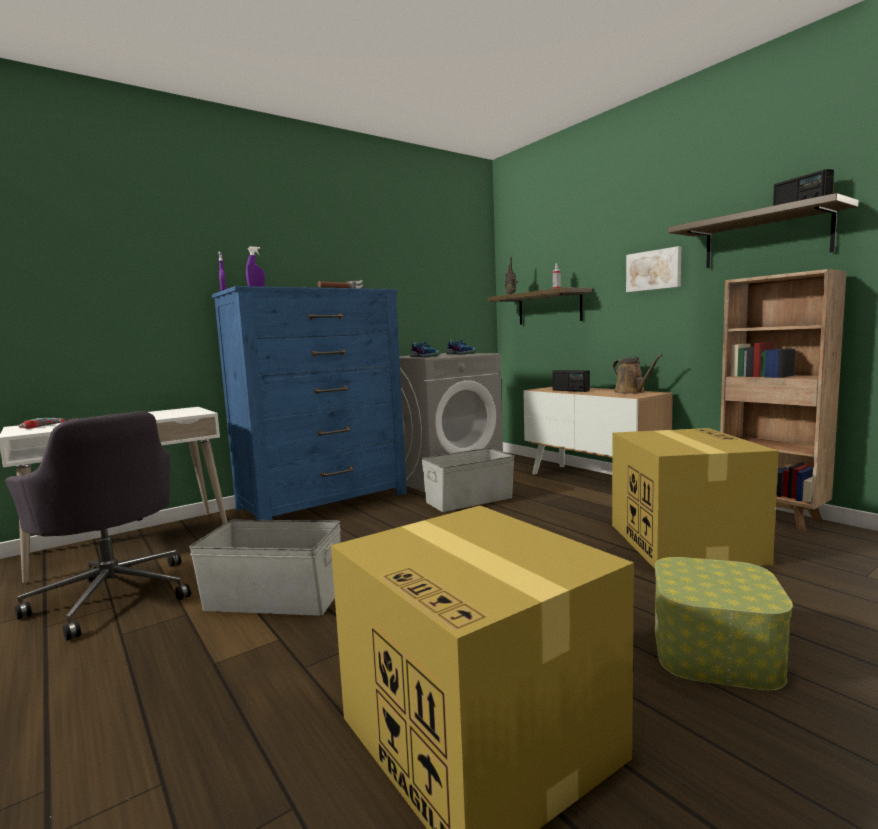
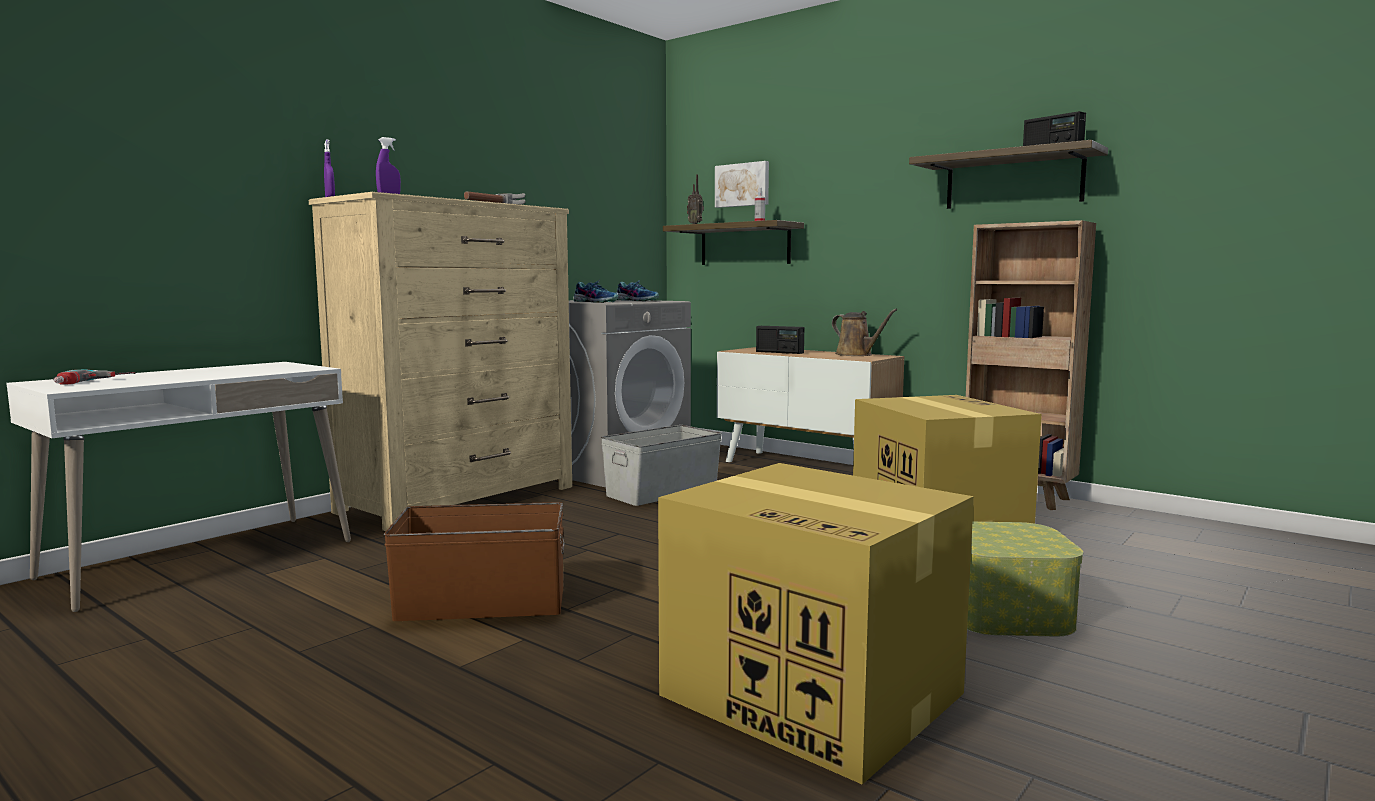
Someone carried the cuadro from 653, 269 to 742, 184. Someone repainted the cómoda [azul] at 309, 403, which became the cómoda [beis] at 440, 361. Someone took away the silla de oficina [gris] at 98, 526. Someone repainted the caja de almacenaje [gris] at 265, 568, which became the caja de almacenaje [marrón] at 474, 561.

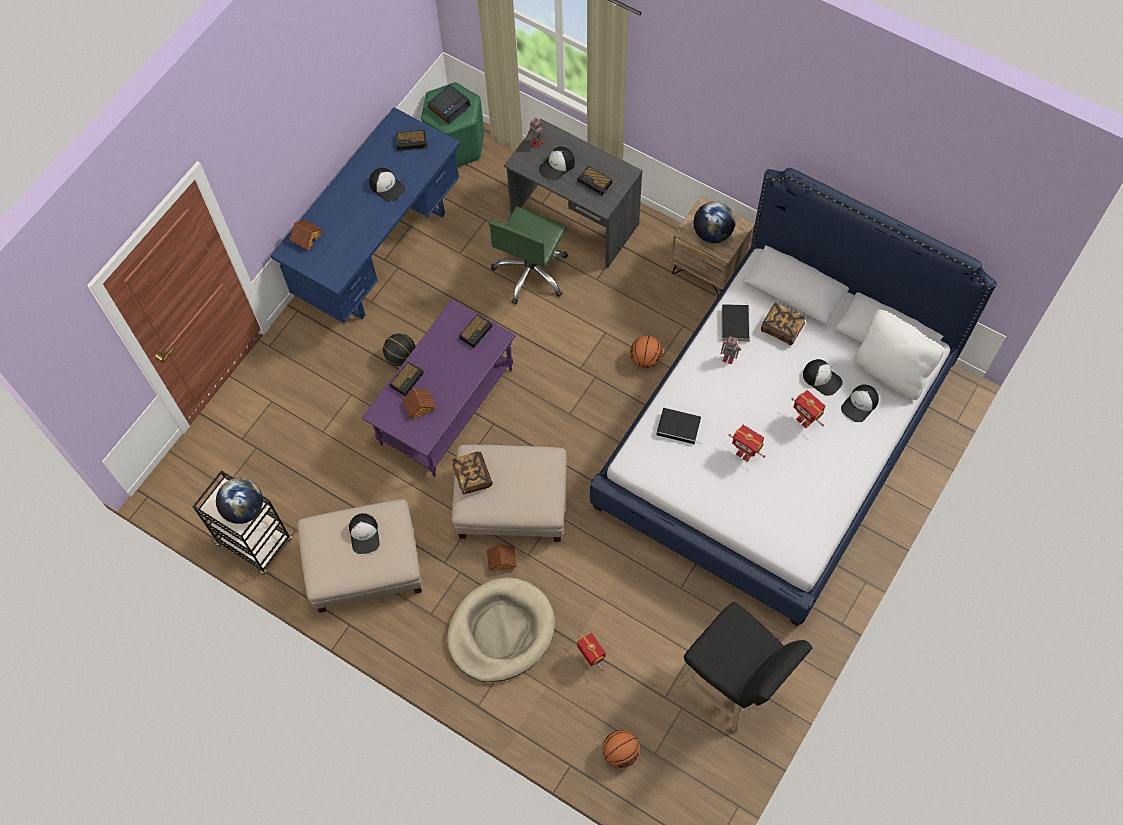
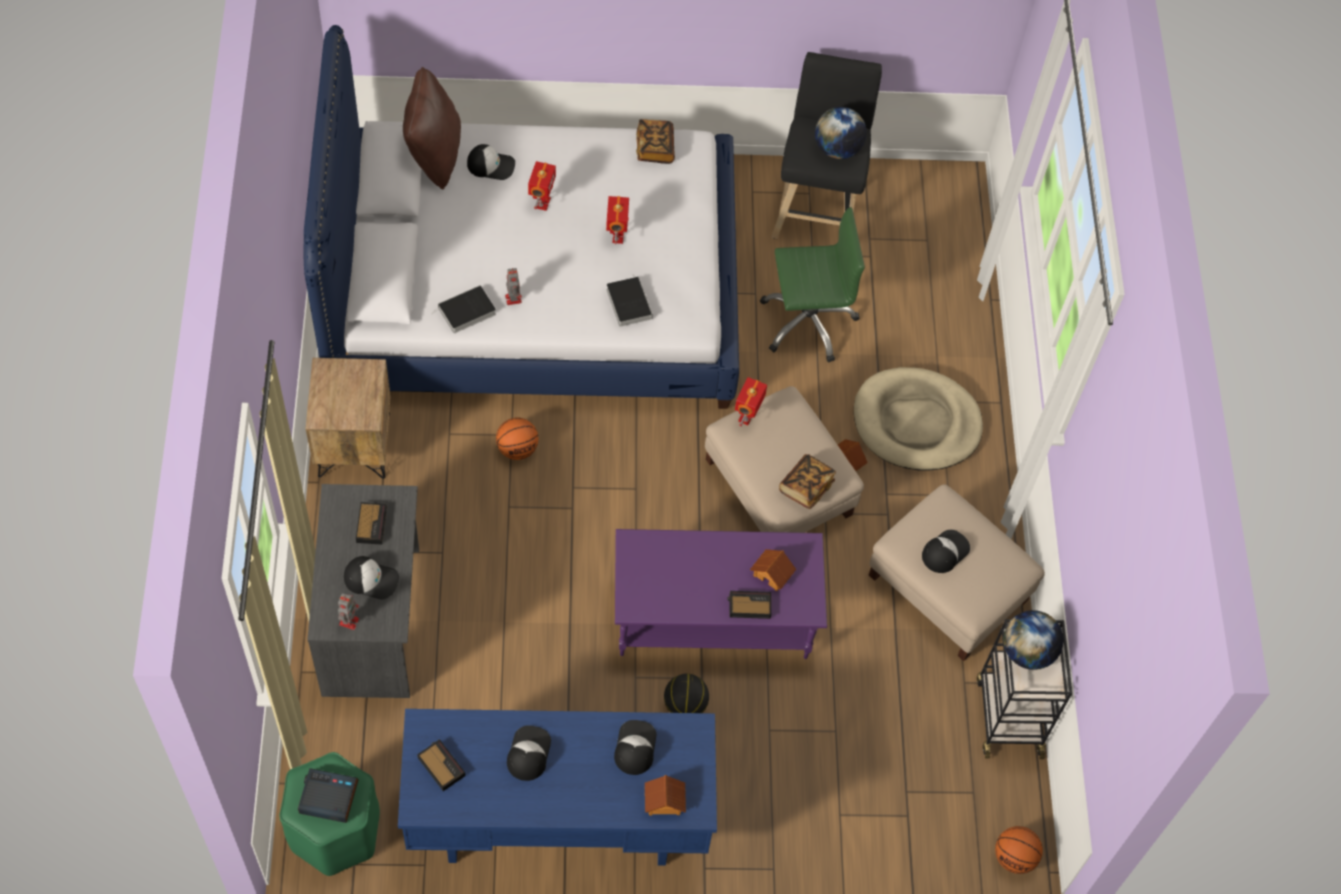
Someone carried the globo terráqueo from 714, 222 to 841, 133. Someone carried the silla de oficina [verde] from 528, 255 to 812, 284. Someone carried the libro from 783, 324 to 655, 141. Someone repainted the cojín [blanco] at 898, 355, which became the cojín [marrón] at 432, 128. Someone took away the despertador at 476, 331. Someone carried the gorra from 823, 377 to 635, 747. Someone carried the robot de juguete from 591, 652 to 751, 401. Someone carried the balón de baloncesto from 620, 749 to 1019, 850.

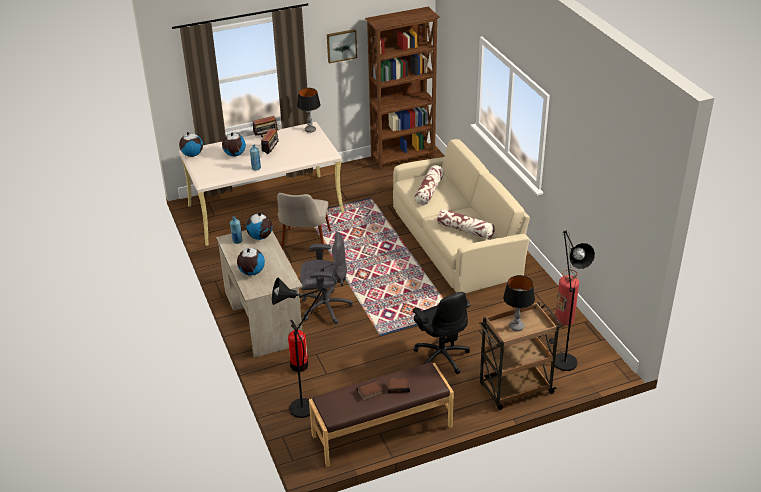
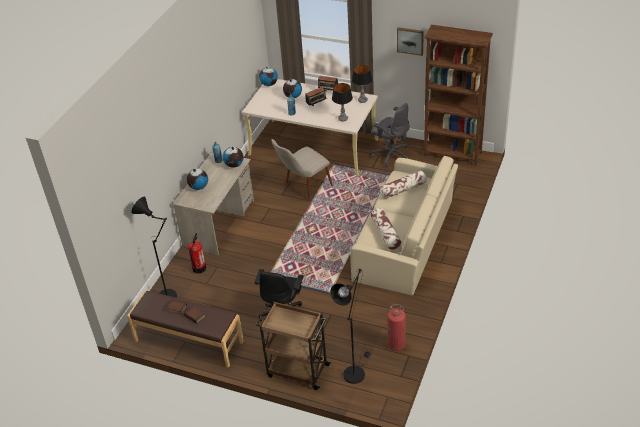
Someone carried the silla de oficina [gris] from 326, 278 to 390, 135. Someone carried the lámpara de mesa from 519, 303 to 342, 102.

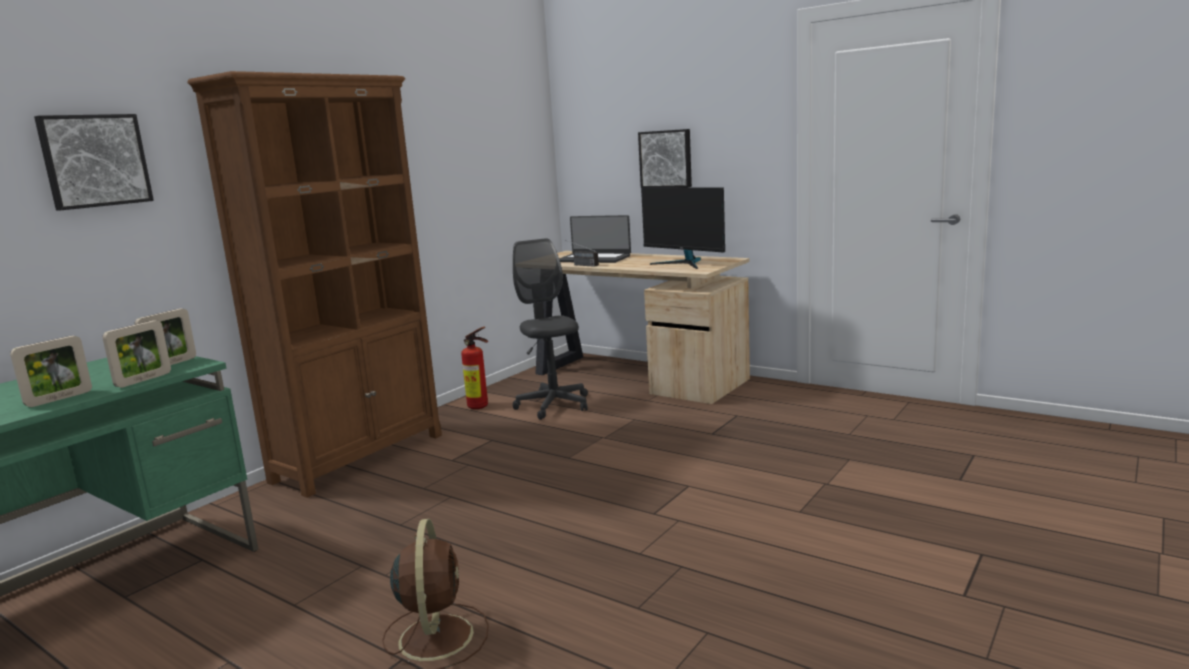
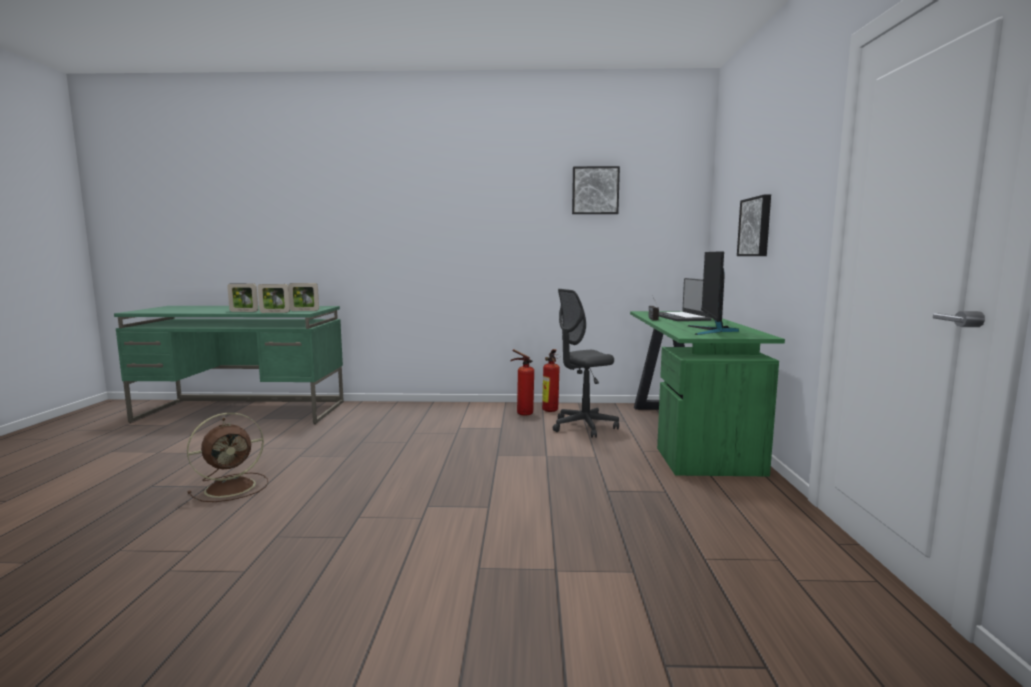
Someone took away the estantería [marrón] at 314, 284. Someone carried the cuadro from 94, 162 to 596, 190. Someone rotated the silla de oficina [gris] at 550, 329 by 150 degrees counterclockwise. Someone repainted the escritorio [beis] at 642, 327, which became the escritorio [verde] at 707, 394. Someone put down the extintor at 522, 382.

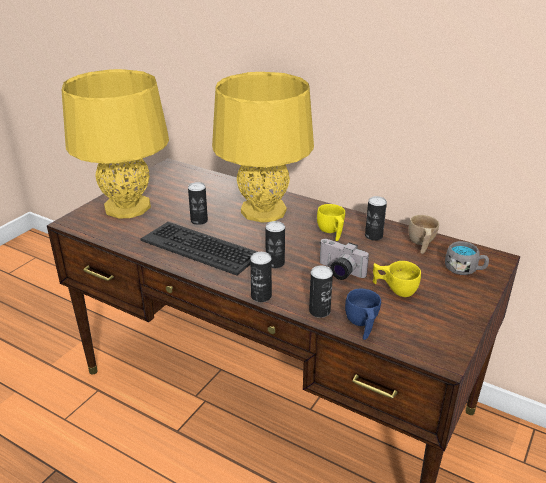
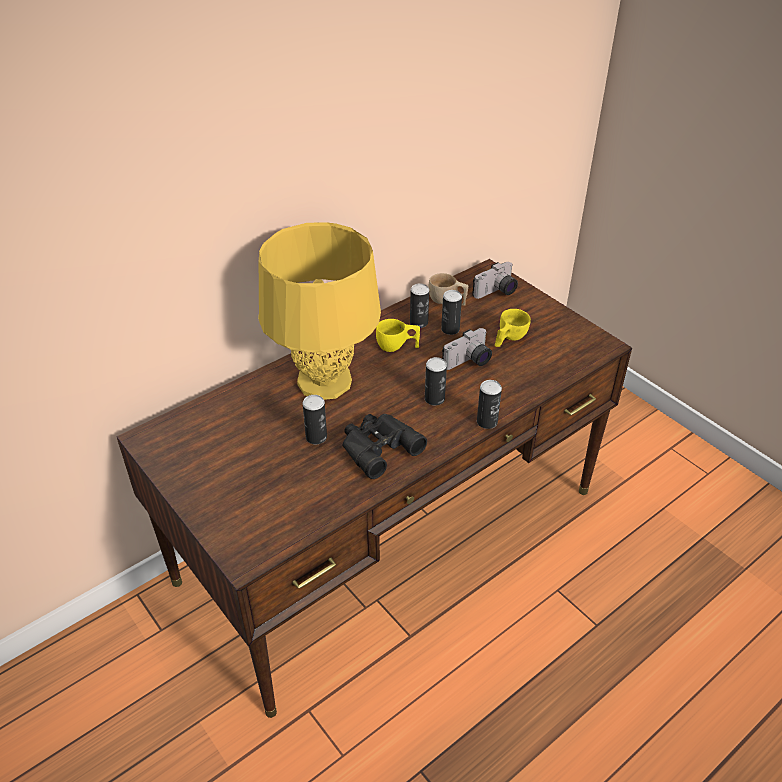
Someone took away the lámpara de mesa [amarillo] at 115, 144. Someone swapped the teclado at 199, 248 for the prismáticos [negro] at 384, 446. Someone swapped the taza grande [gris] at 467, 258 for the cámara at 495, 280. Someone carried the lata from 321, 291 to 451, 312. Someone took away the taza [azul] at 363, 314.

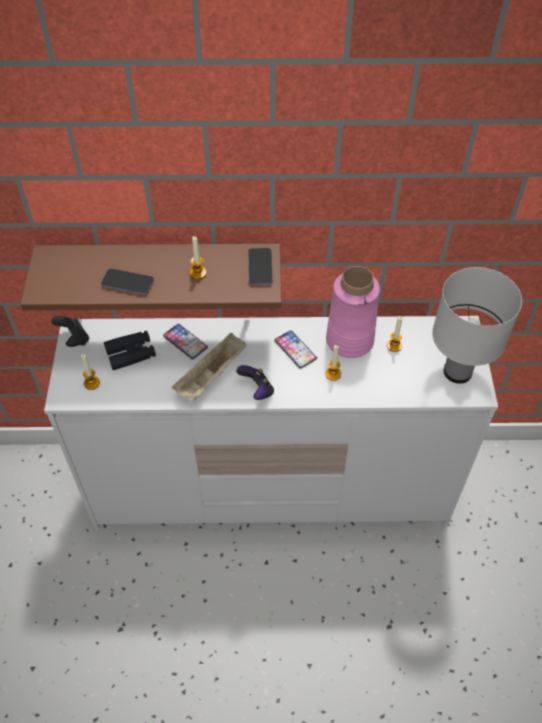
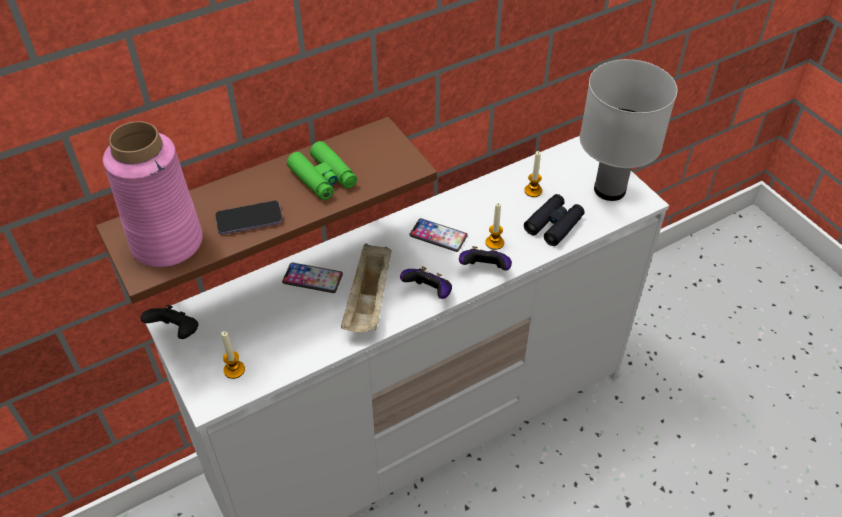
Someone swapped the vela at 198, 257 for the prismáticos [verde] at 322, 170. Someone took away the móvil at 260, 266. Someone carried the florero [rosa] from 353, 312 to 153, 194. Someone carried the prismáticos [negro] from 130, 350 to 554, 220. Someone put down the mando de consola at 485, 258.

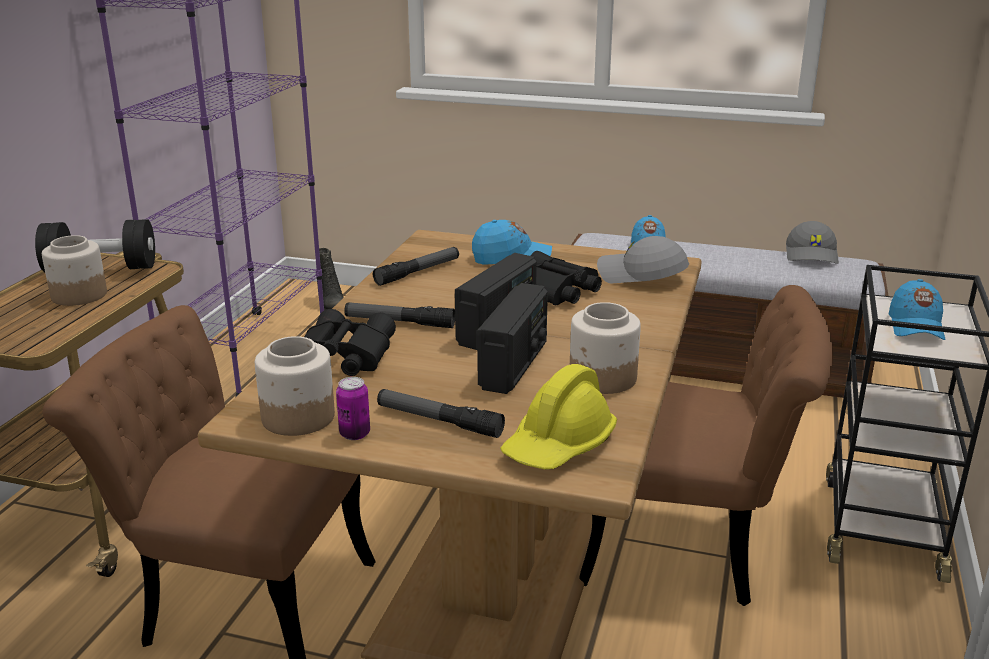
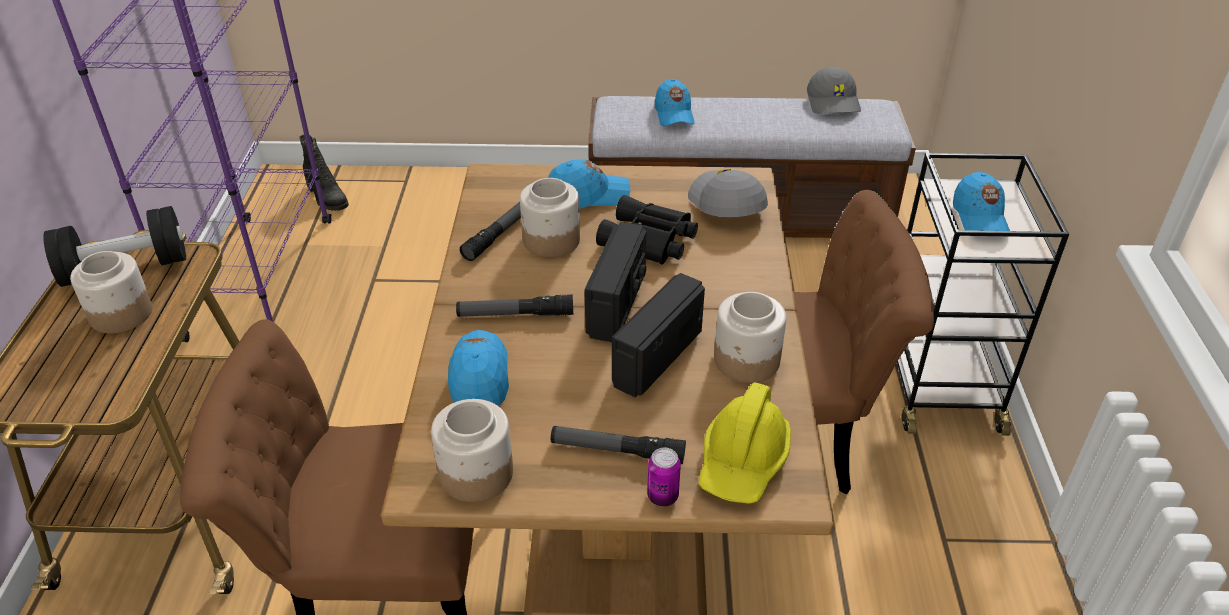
Someone rotated the gorra [gris] at 643, 259 by 60 degrees clockwise. Someone rotated the radio at 512, 338 by 150 degrees counterclockwise. Someone swapped the prismáticos [negro] at 350, 342 for the gorra [azul] at 478, 368. Someone carried the lata from 353, 408 to 664, 477. Someone put down the tarro at 550, 217.

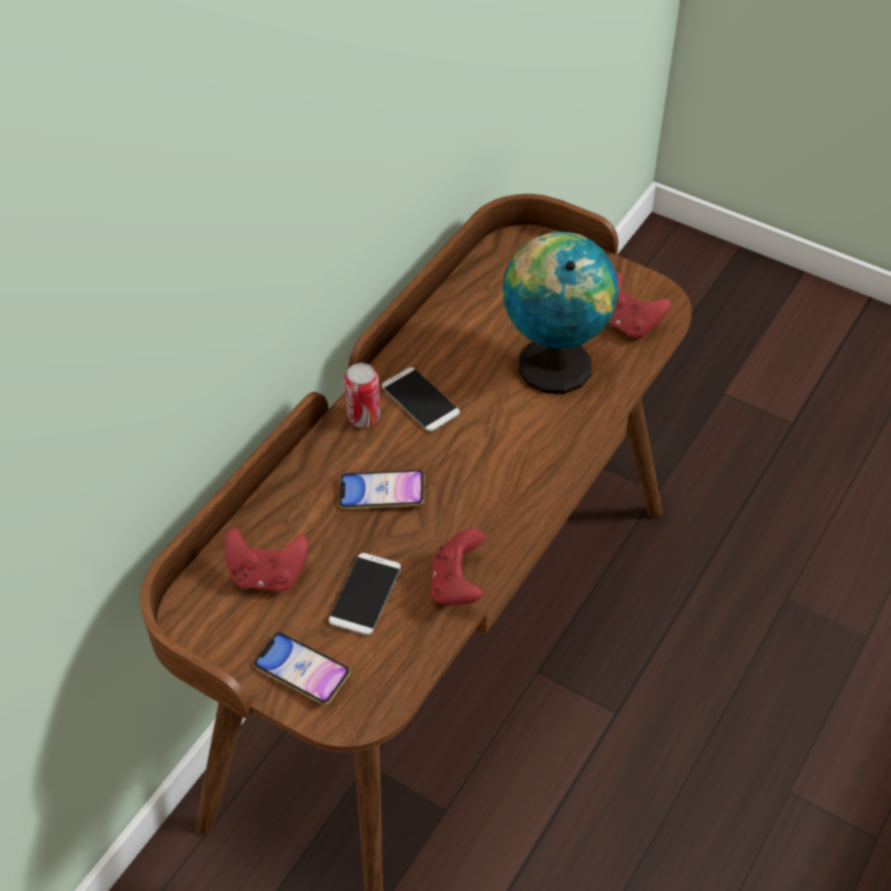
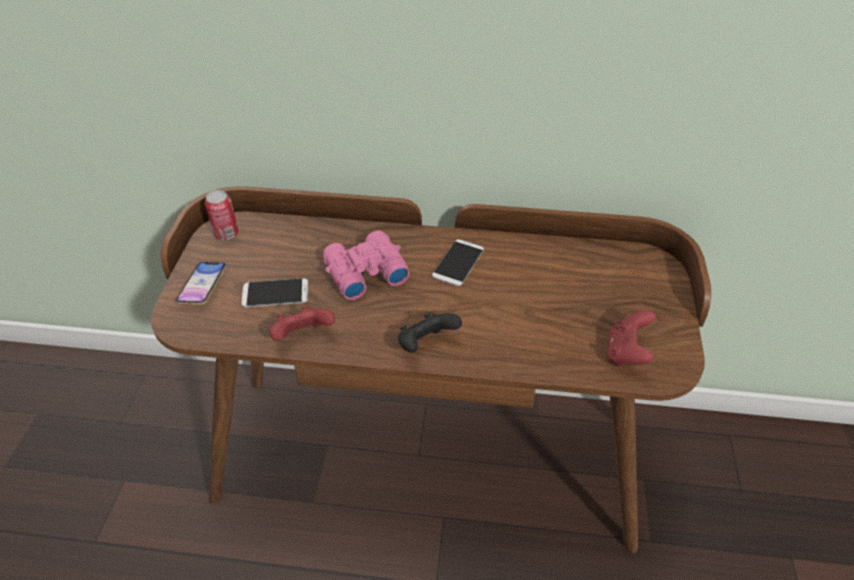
Someone took away the globo terráqueo at 561, 313. Someone carried the lata from 362, 395 to 222, 215. Someone swapped the móvil at 382, 489 for the prismáticos [rosa] at 366, 265. Someone took away the mando de consola [rojo] at 266, 560. Someone put down the mando de consola [negro] at 430, 333.

